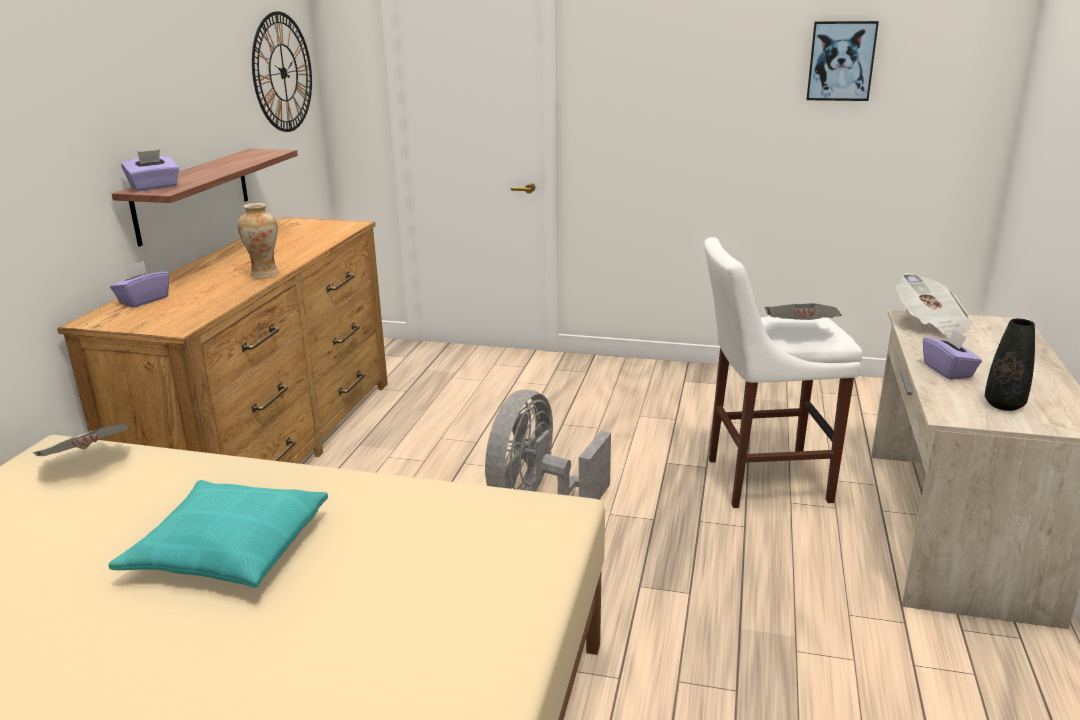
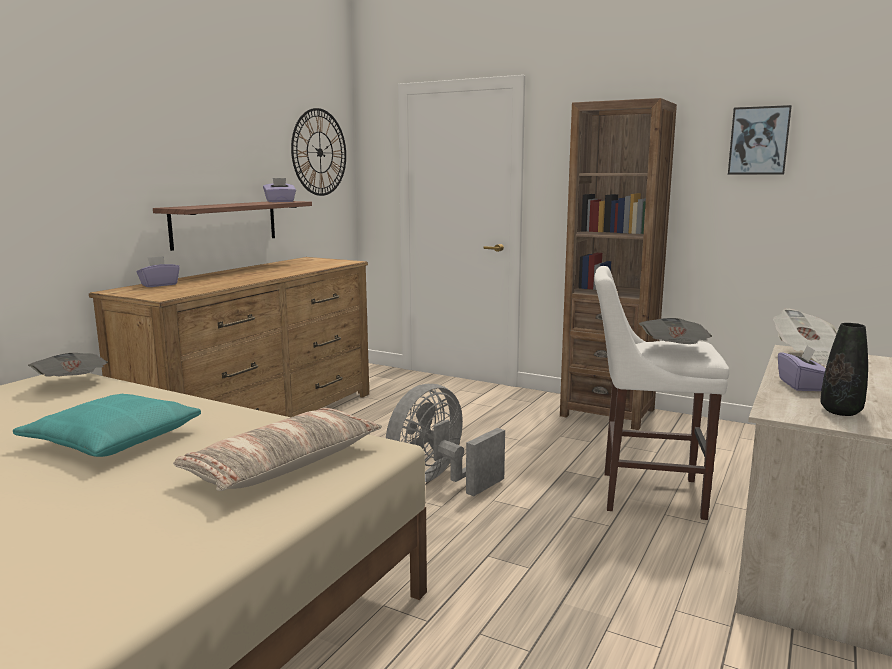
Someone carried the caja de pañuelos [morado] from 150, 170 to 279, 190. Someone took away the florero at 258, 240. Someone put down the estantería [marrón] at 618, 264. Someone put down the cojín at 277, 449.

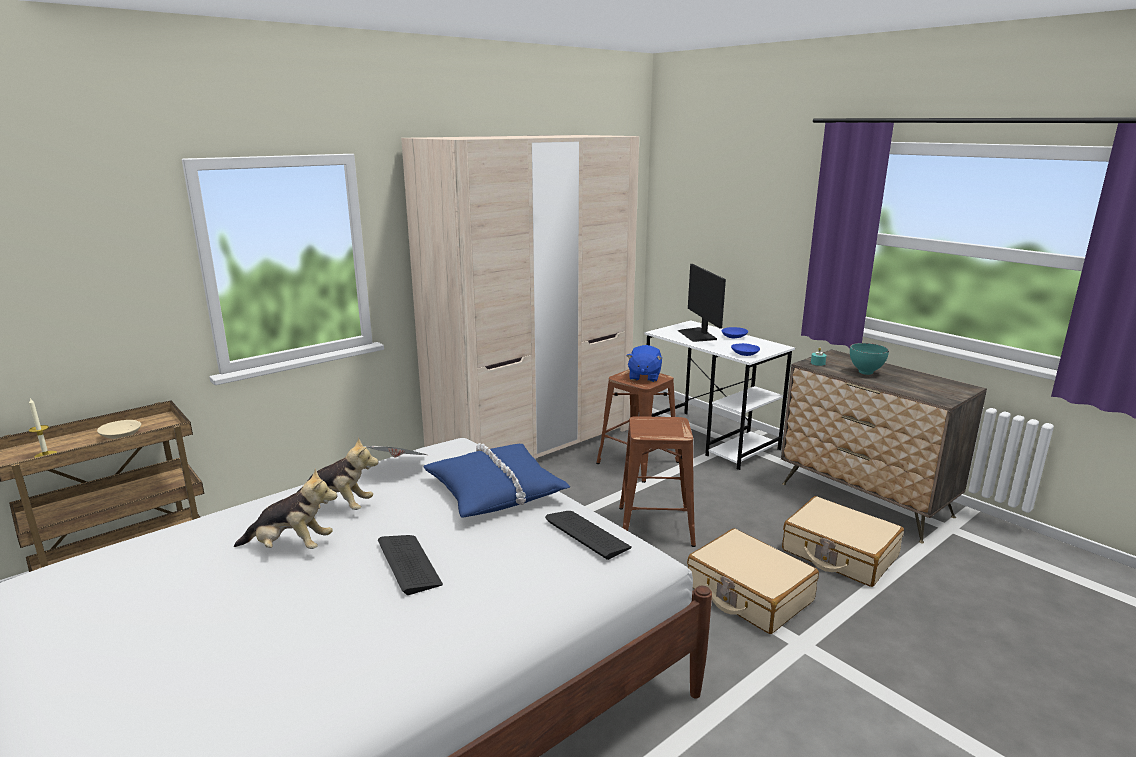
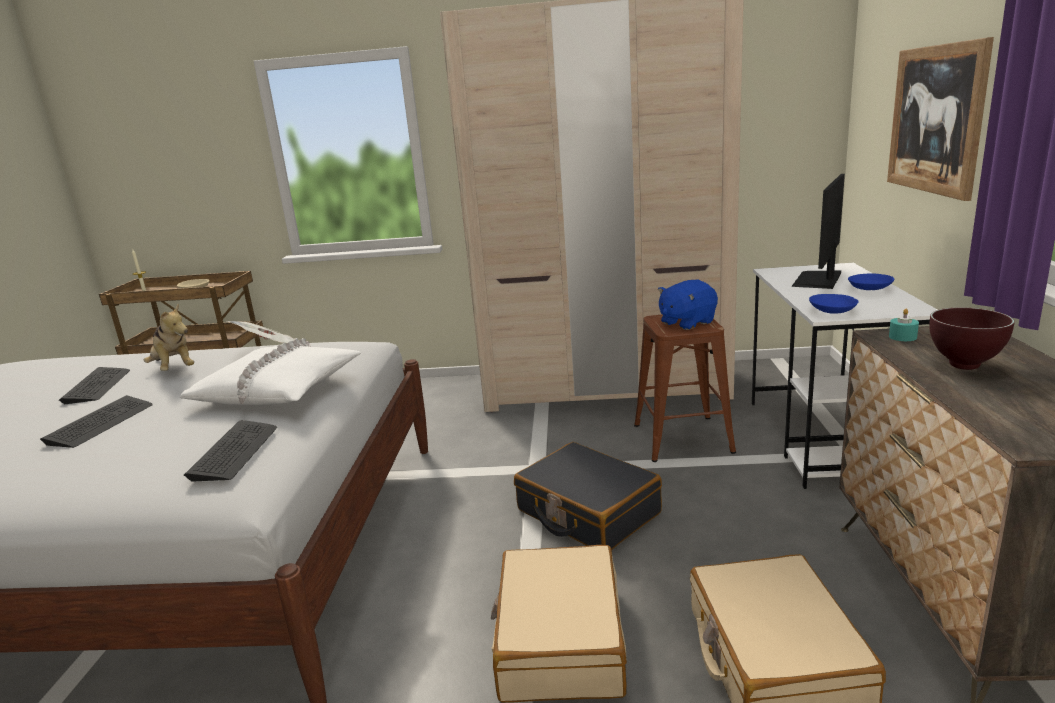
Someone repainted the cuenco [turquesa] at 869, 359, which became the cuenco [marrón] at 972, 339. Someone swapped the taburete [marrón] at 657, 481 for the maleta [negro] at 588, 496. Someone repainted the cojín [azul] at 496, 480, which became the cojín [blanco] at 270, 371. Someone swapped the peluche at 285, 509 for the teclado at 94, 385. Someone put up the cuadro at 940, 119.

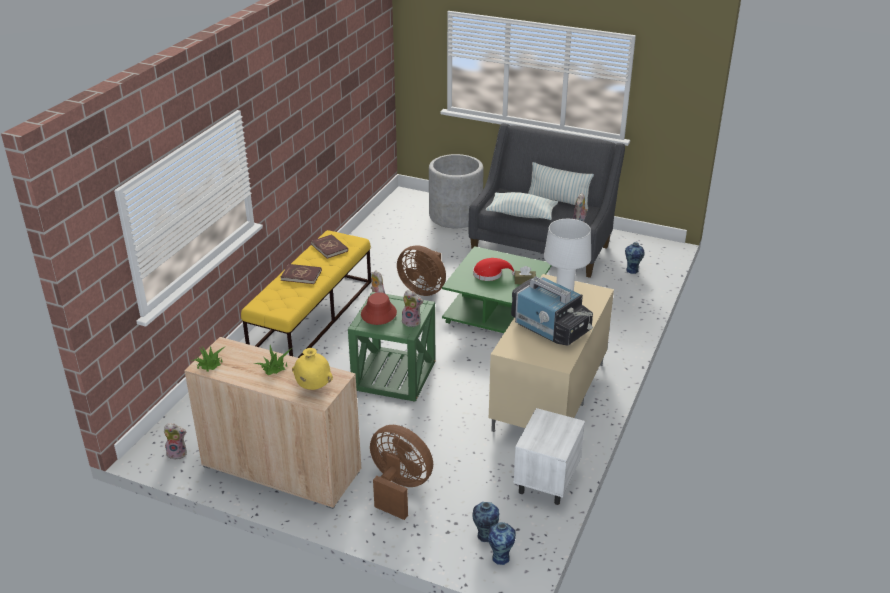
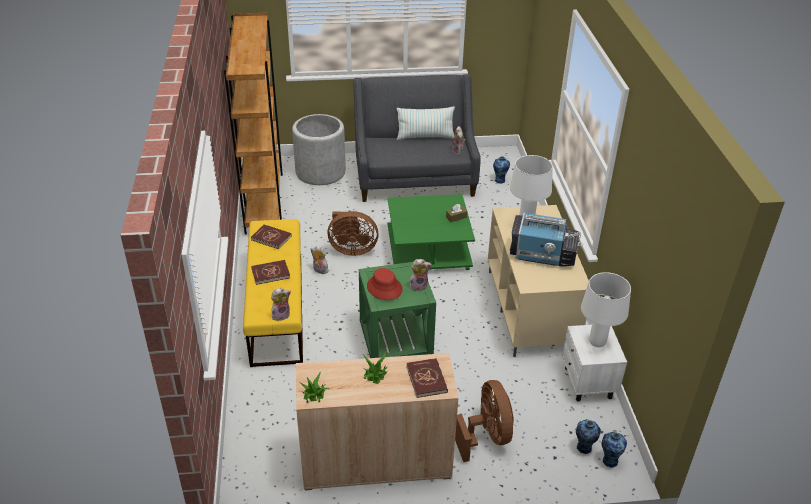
Someone took away the cojín at 522, 206. Someone took away the sombrero [rojo] at 494, 269. Someone swapped the florero [amarillo] at 312, 369 for the libro [rojo] at 427, 378. Someone carried the peluche from 175, 441 to 281, 304. Someone rotated the ventilador [marrón] at 401, 472 by 75 degrees clockwise. Someone put down the estantería [marrón] at 253, 123. Someone put down the lámpara de mesa [blanco] at 606, 309.

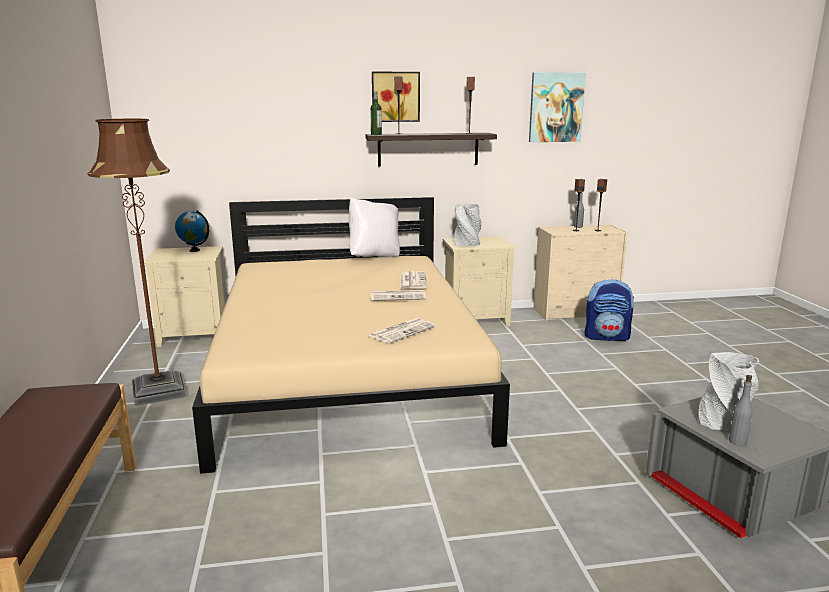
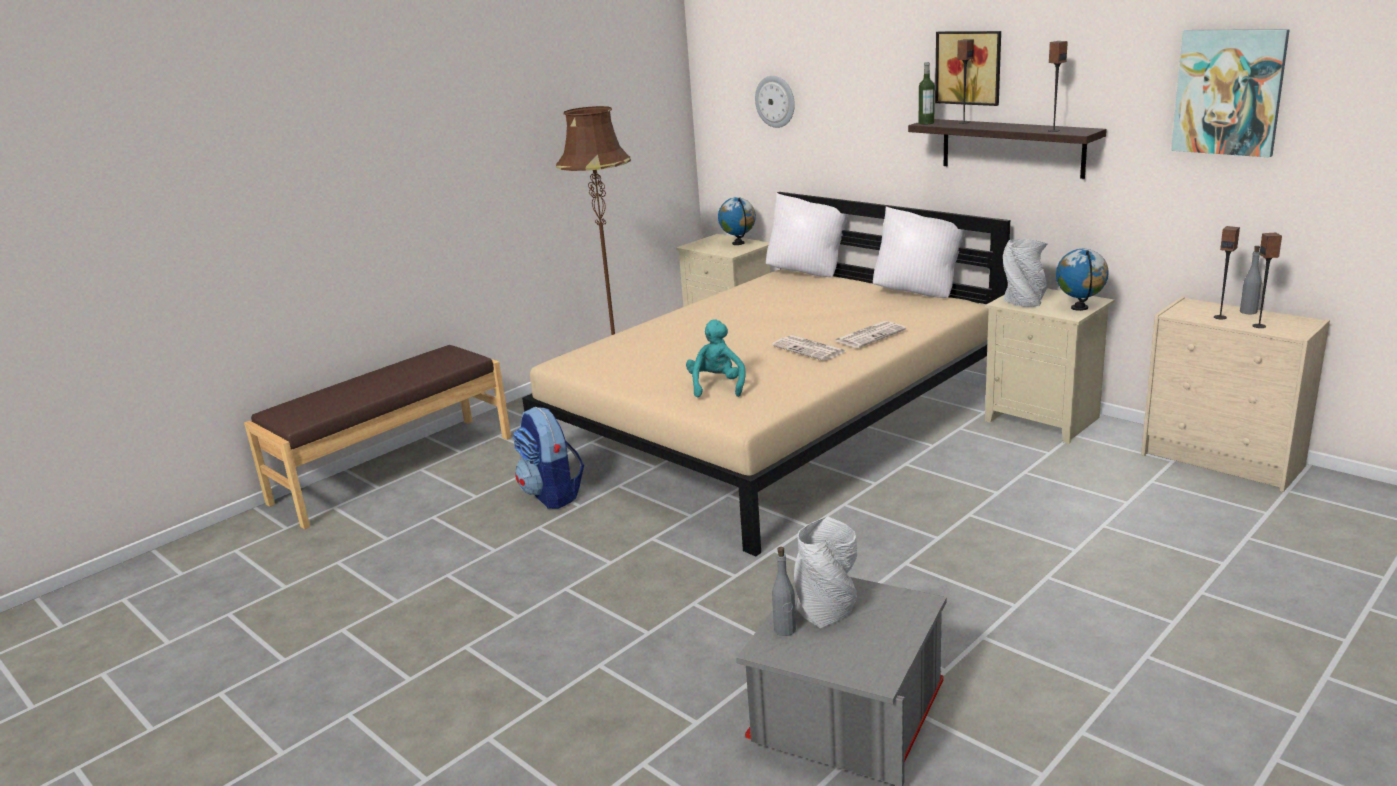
Someone carried the mochila from 609, 310 to 548, 458. Someone swapped the periódico at 401, 330 for the peluche [turquesa] at 716, 358. Someone put up the reloj de pared at 775, 102. Someone put down the cojín [blanco] at 807, 235. Someone put down the globo terráqueo at 1082, 280.

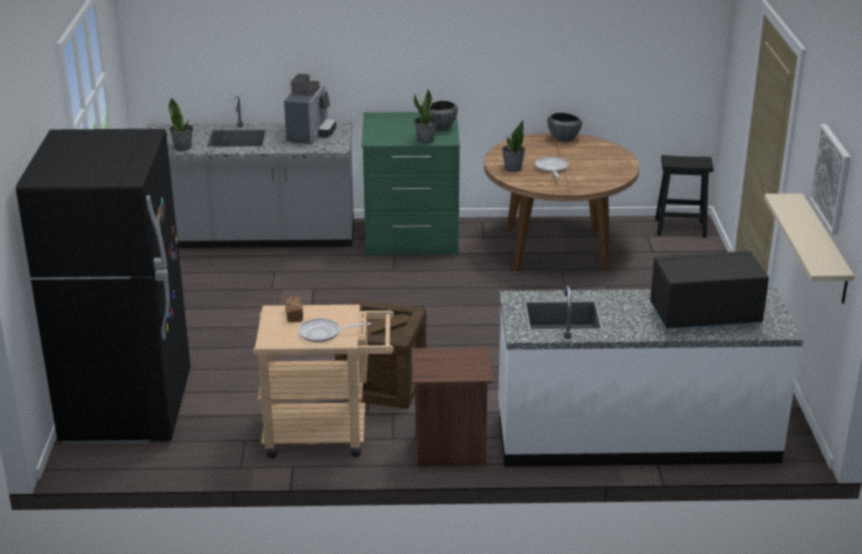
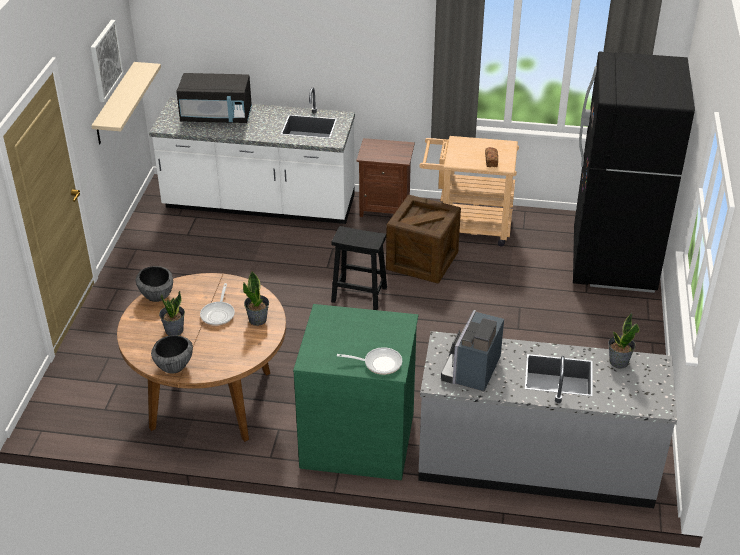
Someone carried the planta en maceta from 425, 116 to 172, 313. Someone carried the cuenco from 443, 116 to 154, 284. Someone carried the taburete [negro] from 684, 196 to 359, 268. Someone carried the sartén from 334, 330 to 369, 361.

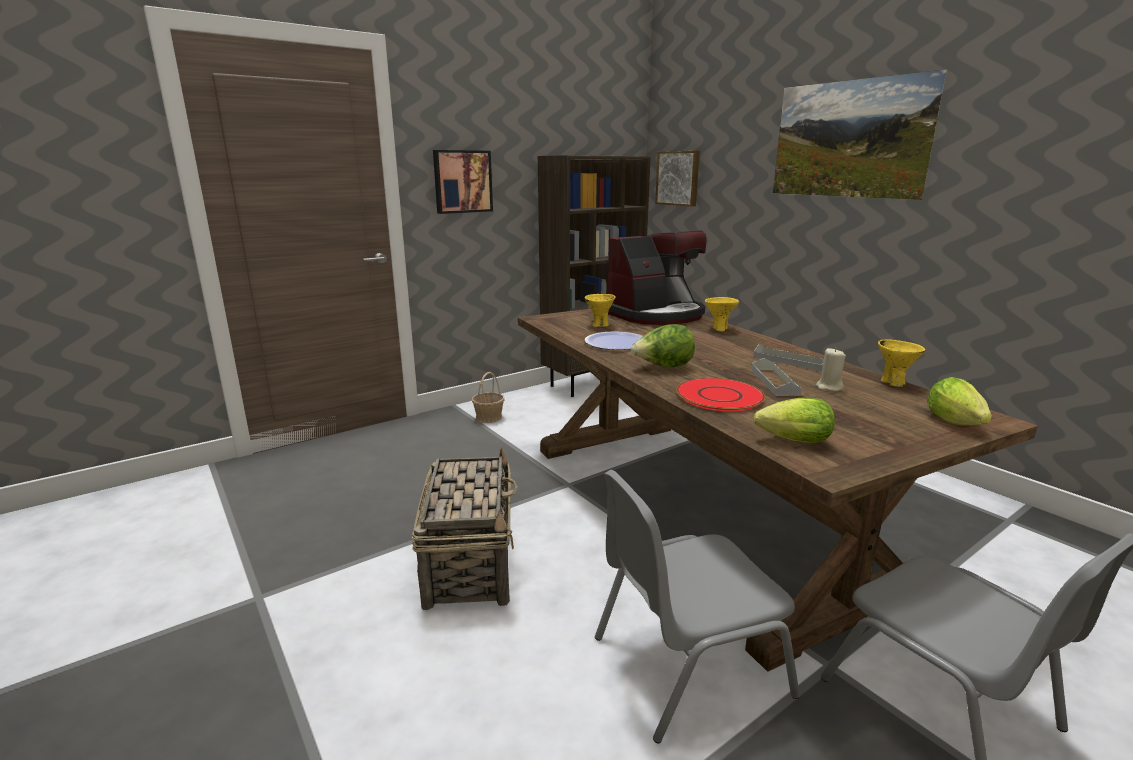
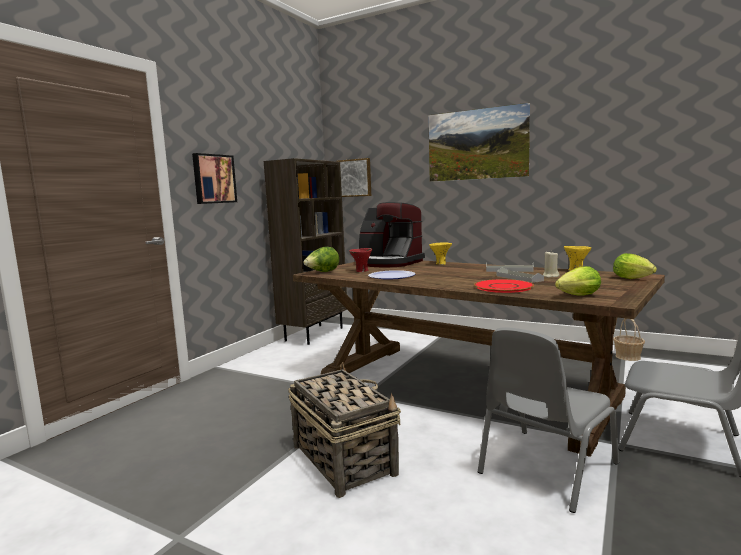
Someone rotated the cafetera at 657, 277 by 90 degrees clockwise. Someone repainted the cuenco [amarillo] at 600, 310, which became the cuenco [rojo] at 360, 260. Someone carried the lechuga from 663, 345 to 321, 259. Someone carried the cesta from 488, 397 to 629, 339.

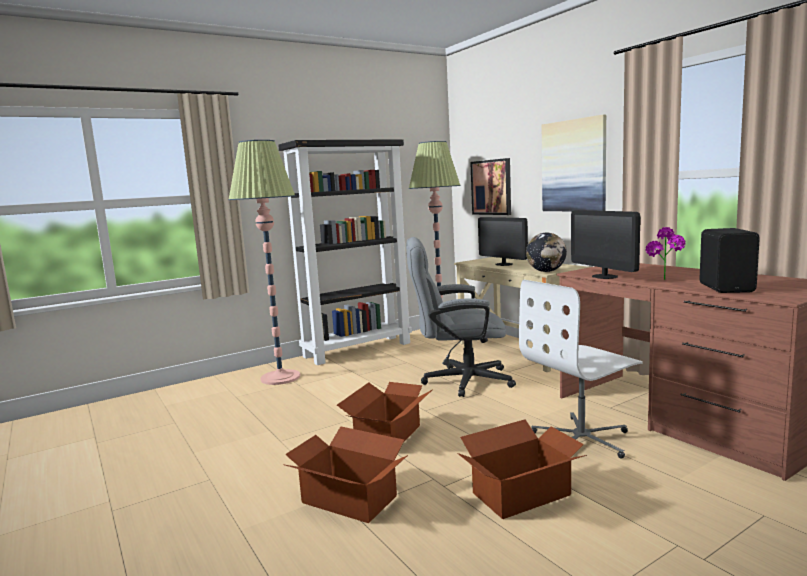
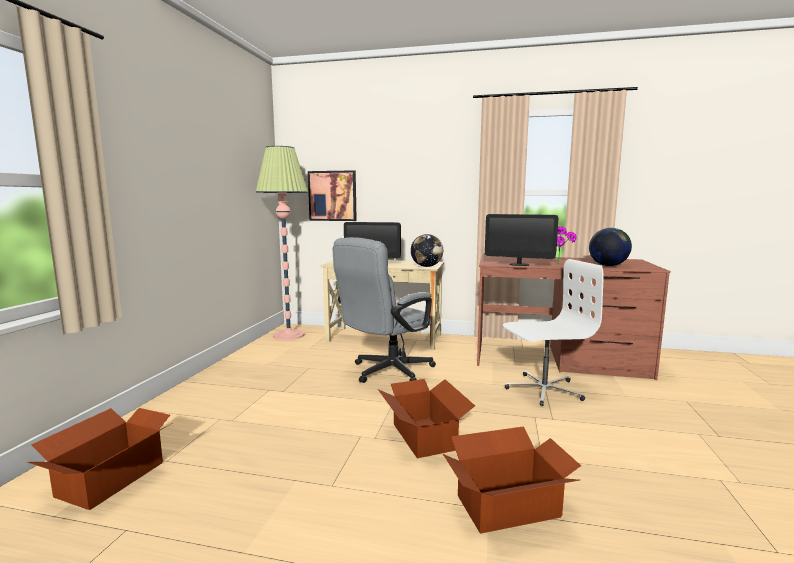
Someone took away the cuadro at 574, 163. Someone took away the estantería [negro] at 345, 252. Someone took away the lámpara de pie at 265, 262. Someone swapped the altavoz [negro] at 729, 260 for the globo terráqueo at 610, 247. Someone rotated the silla de oficina [blanco] at 581, 369 by 120 degrees counterclockwise. Someone carried the caja de cartón from 522, 469 to 99, 459.

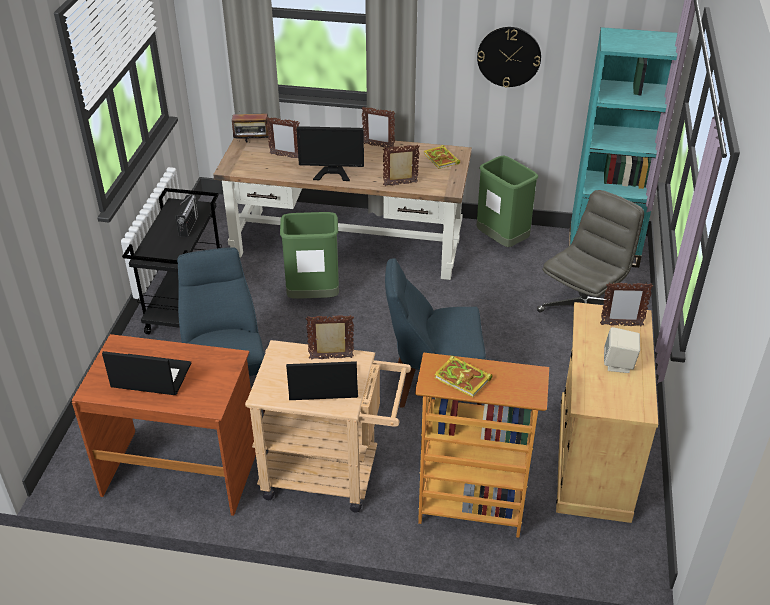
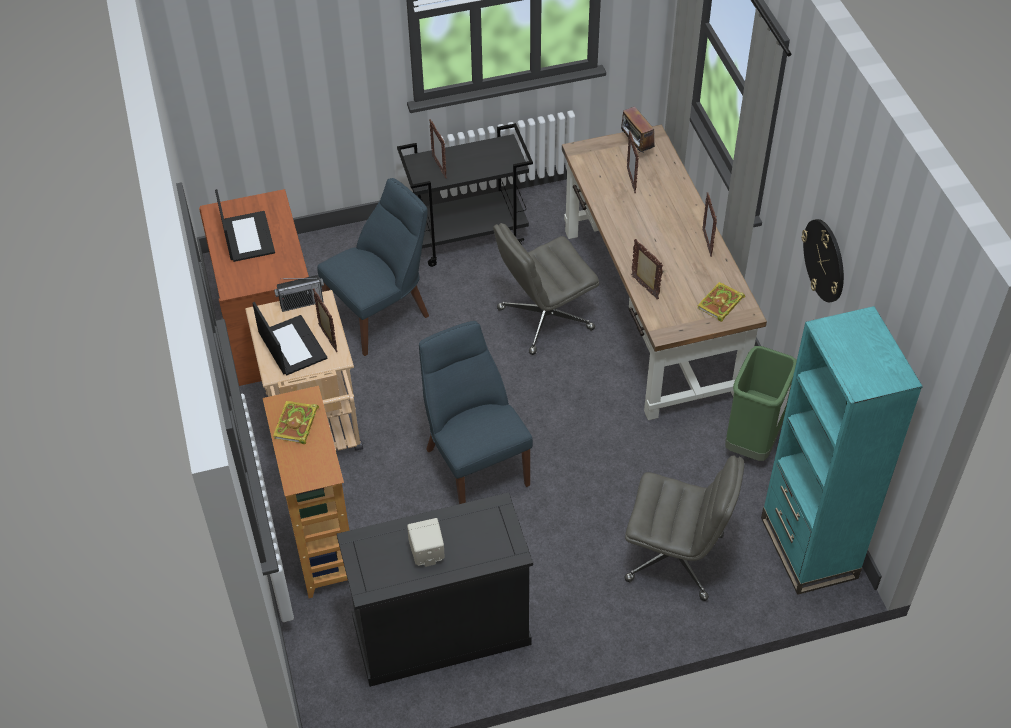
Someone took away the monitor at 330, 153. Someone carried the radio from 186, 216 to 299, 293. Someone swapped the papelera [verde] at 309, 255 for the silla de oficina [gris] at 546, 289. Someone carried the portarretratos from 626, 304 to 438, 148. Someone repainted the armario [beis] at 607, 412, which became the armario [negro] at 435, 589.

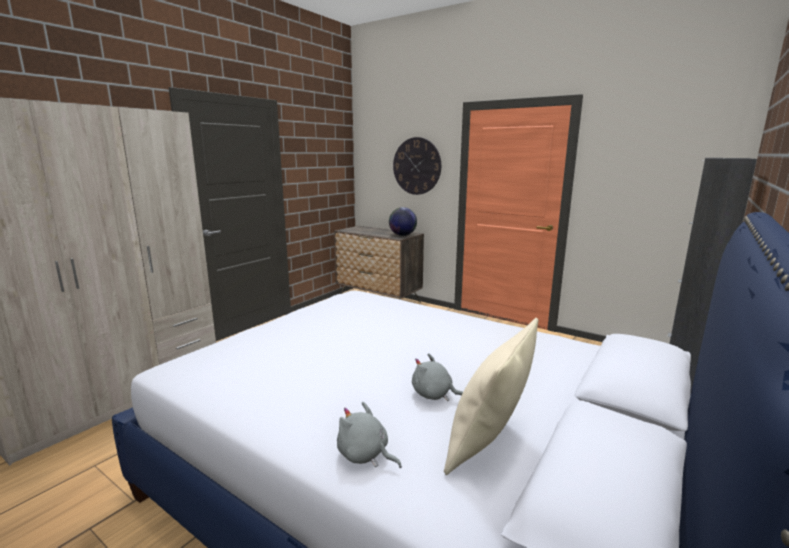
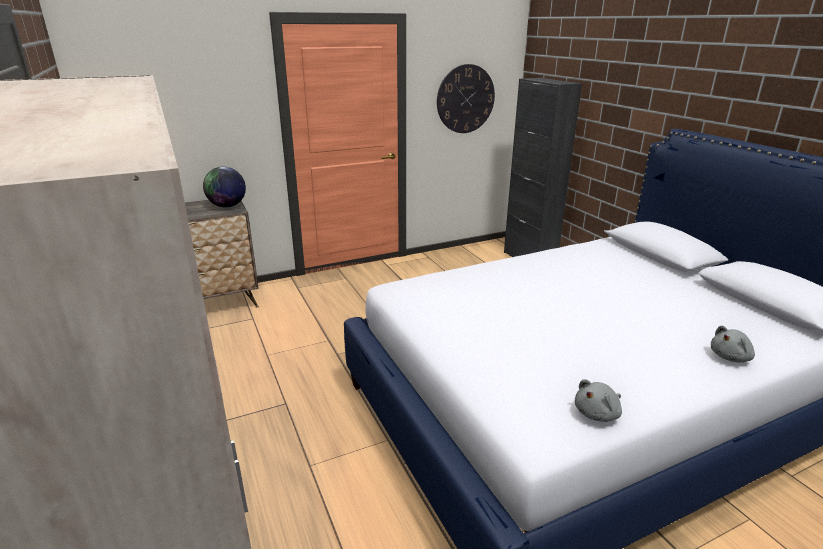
Someone carried the reloj de pared from 417, 166 to 466, 98. Someone took away the cojín [beis] at 491, 396. Someone carried the peluche [gris] from 437, 377 to 598, 400.

